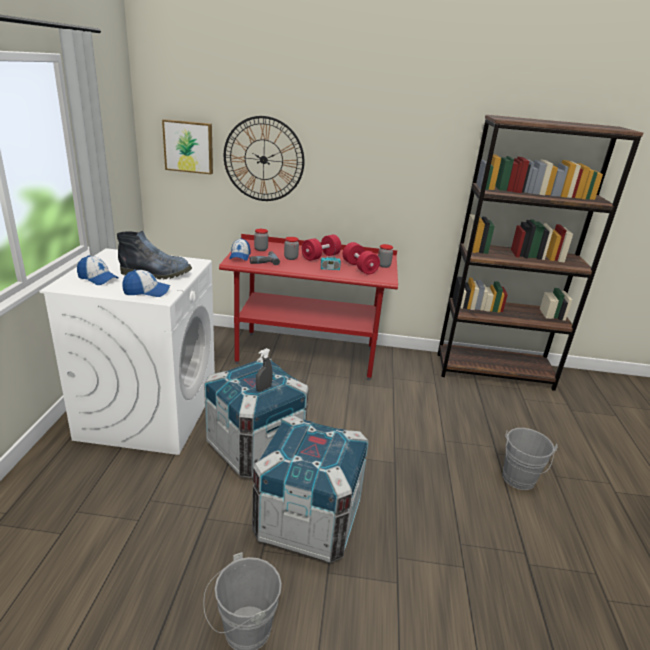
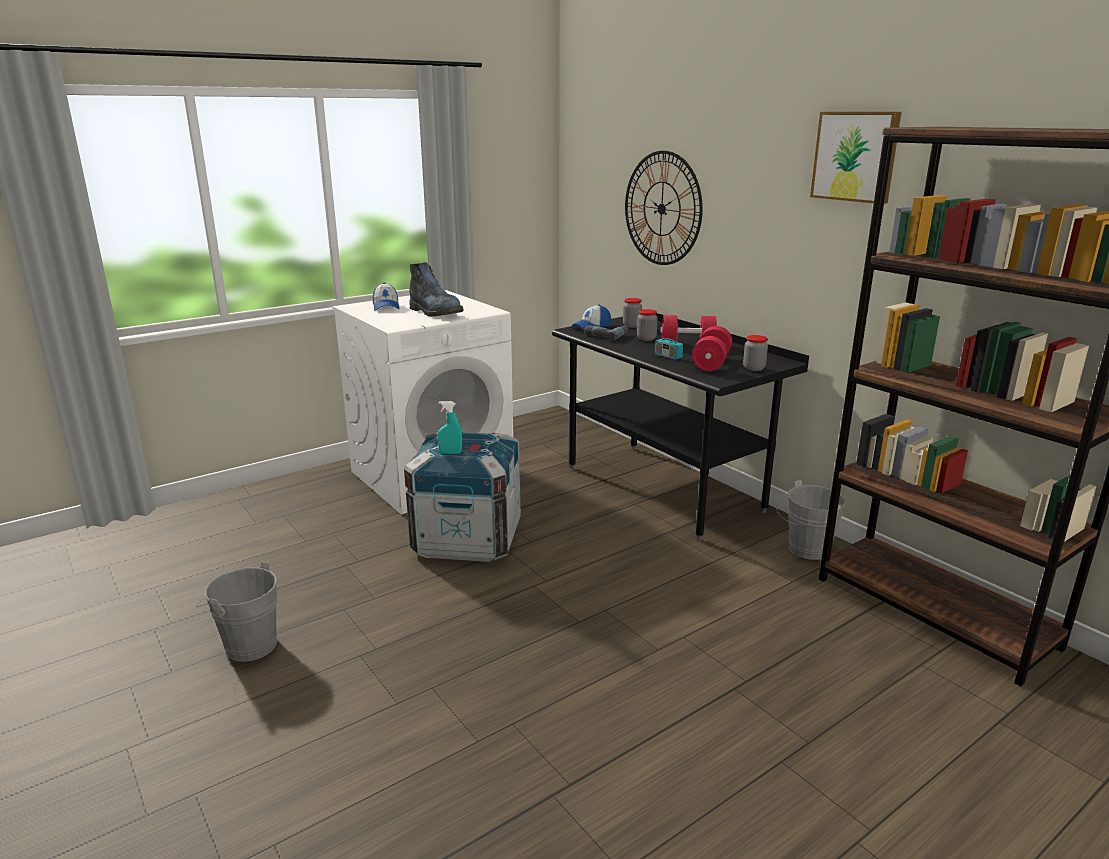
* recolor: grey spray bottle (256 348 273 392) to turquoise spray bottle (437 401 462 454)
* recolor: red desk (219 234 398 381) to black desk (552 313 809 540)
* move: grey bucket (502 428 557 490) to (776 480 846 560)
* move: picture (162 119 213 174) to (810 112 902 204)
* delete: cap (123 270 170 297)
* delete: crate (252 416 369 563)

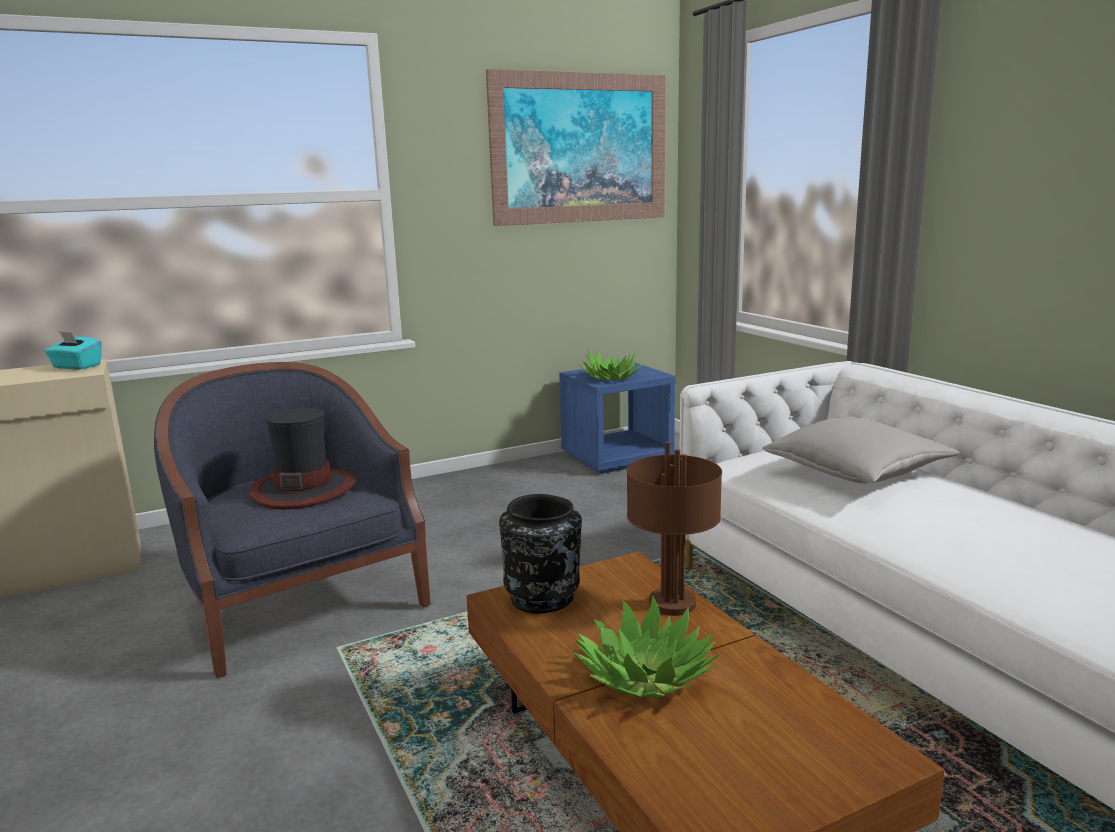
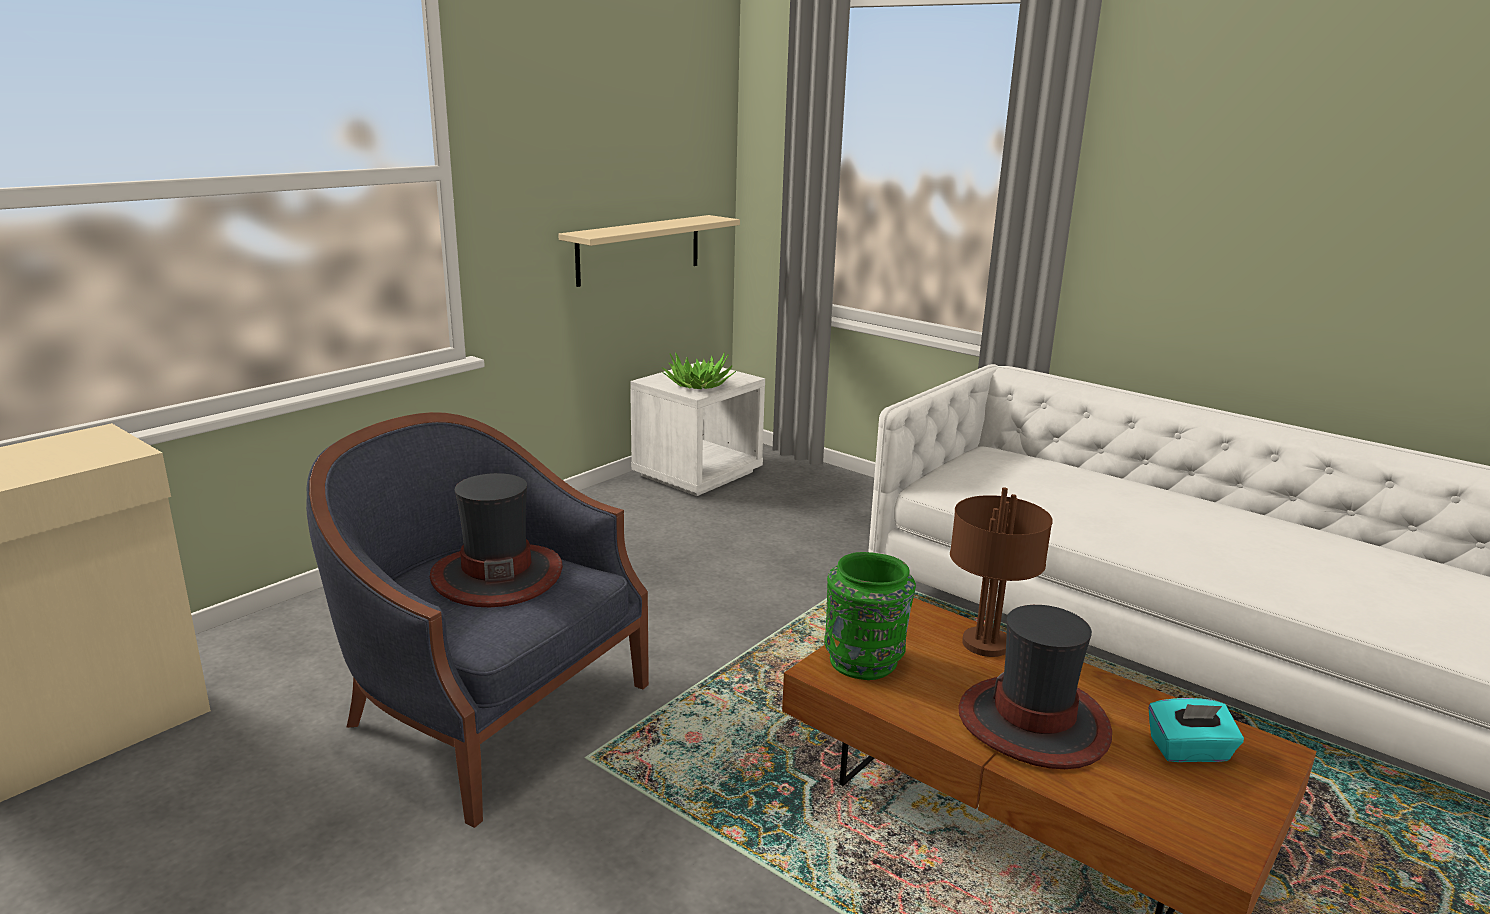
* insert: beige shelf (558 215 740 287)
* recolor: blue nightstand (559 363 675 474) to white nightstand (630 362 765 496)
* recolor: black vase (499 494 582 614) to green vase (824 552 916 680)
* replace: potted plant (573 596 719 697) to hat (958 605 1112 769)
* move: turquoise tissue box (45 331 102 370) to (1149 698 1244 762)
* delete: picture (486 69 666 226)
* delete: grey pillow (762 416 960 483)

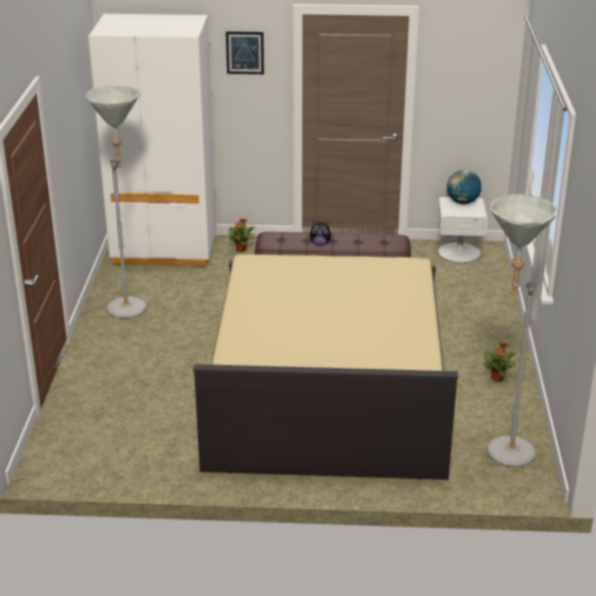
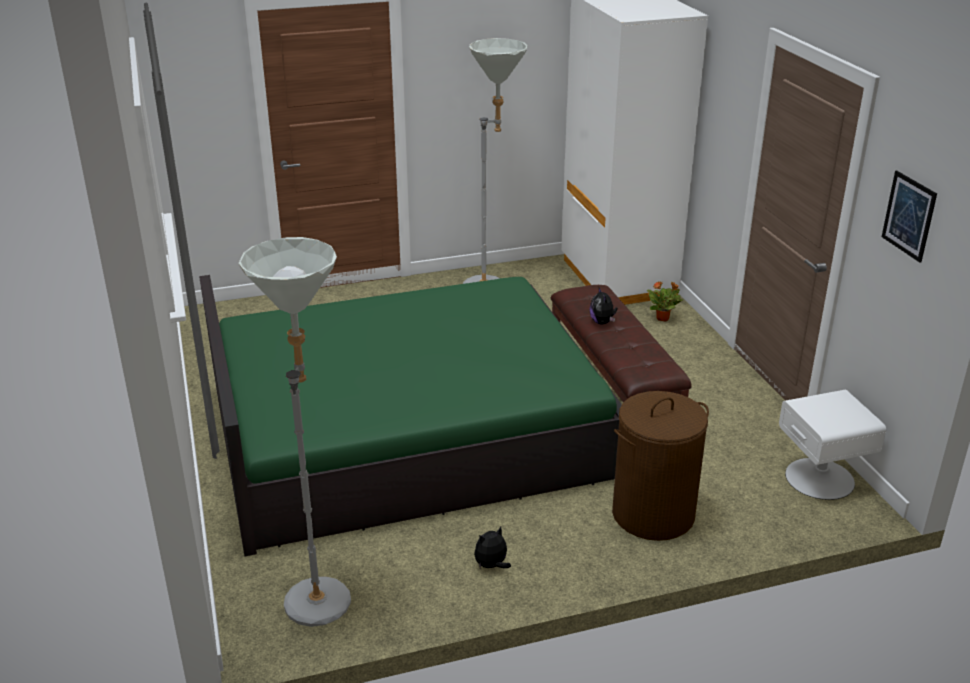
* recolor: beige bed (193 254 458 480) to green bed (199 275 622 556)
* replace: potted plant (484 343 517 382) to plush toy (474 527 511 568)
* insert: brown laundry basket (612 391 709 541)
* move: picture (226 31 264 74) to (882 171 937 263)
* delete: globe (447 170 481 204)

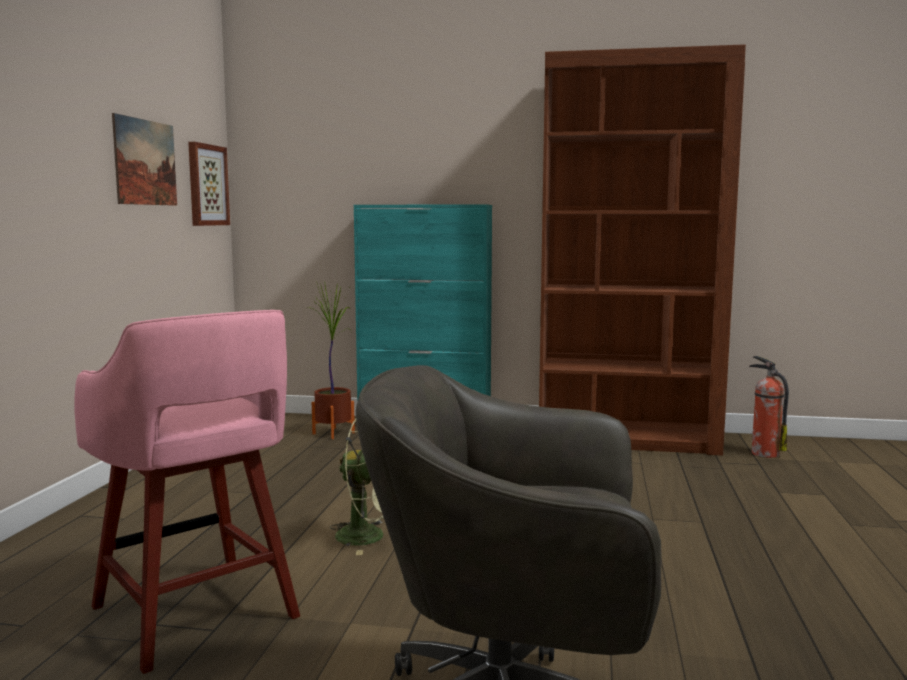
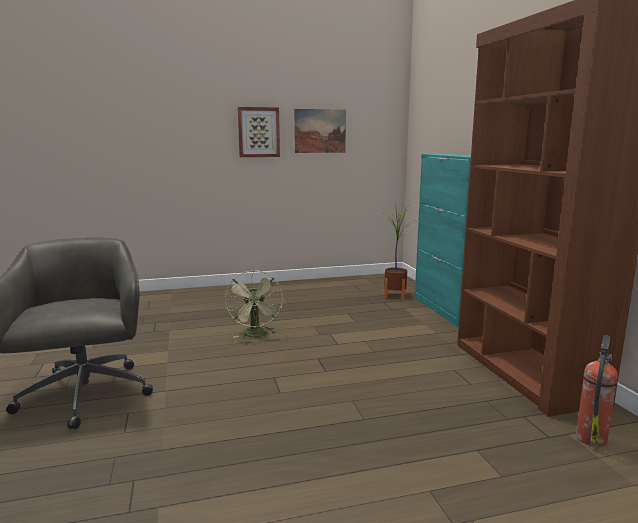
* move: picture (188 142 230 226) to (238 107 280 157)
* delete: pink stool (74 310 300 674)

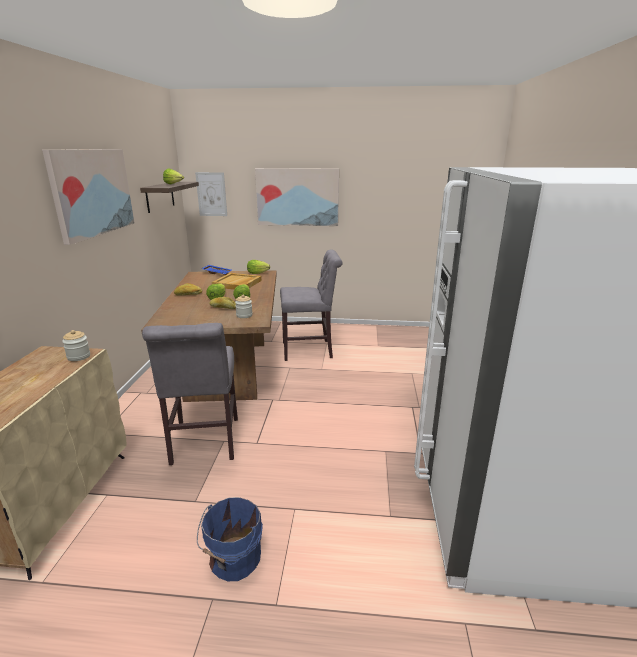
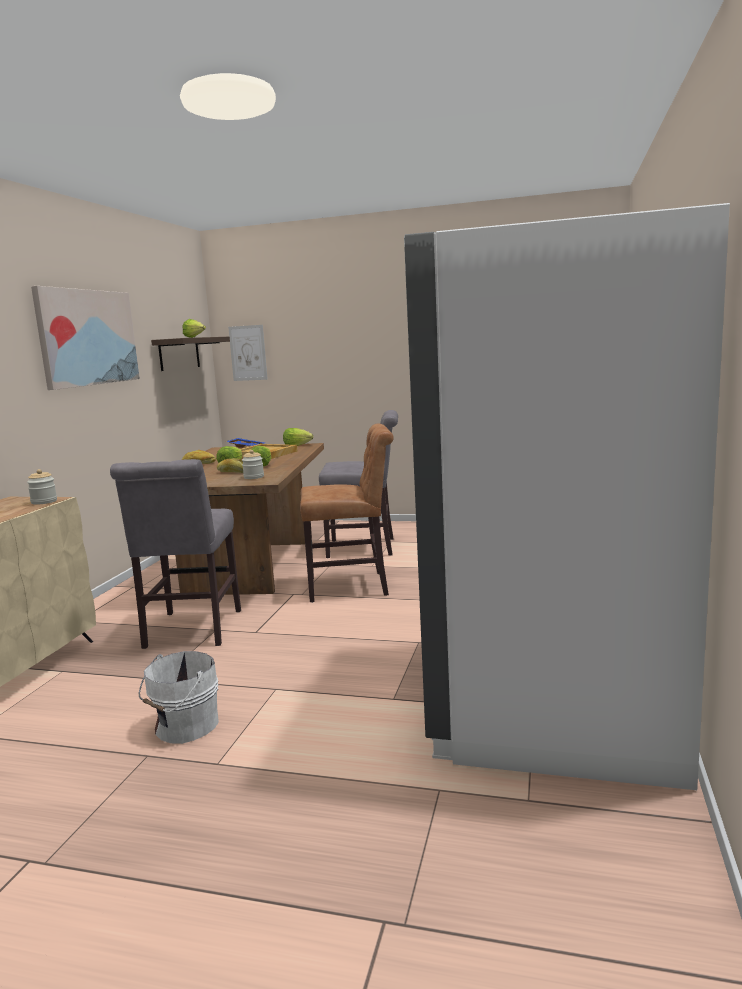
* recolor: blue bucket (197 497 263 581) to white bucket (139 651 219 744)
* insert: brown chair (300 423 394 603)
* delete: picture (255 168 339 226)

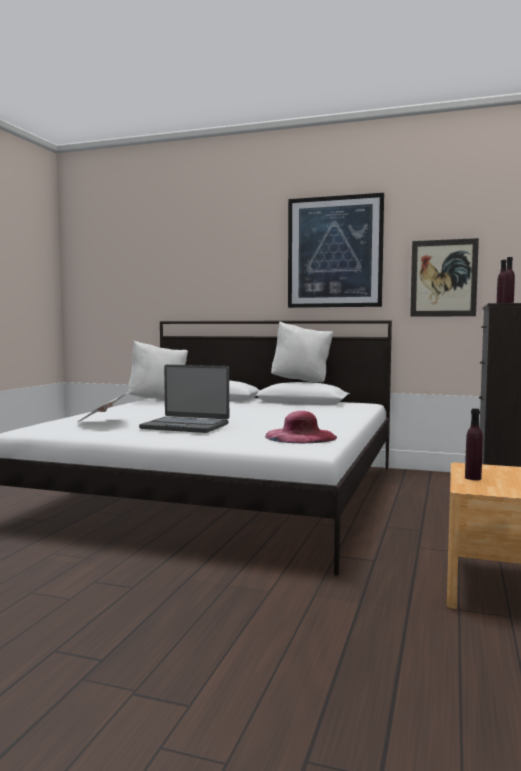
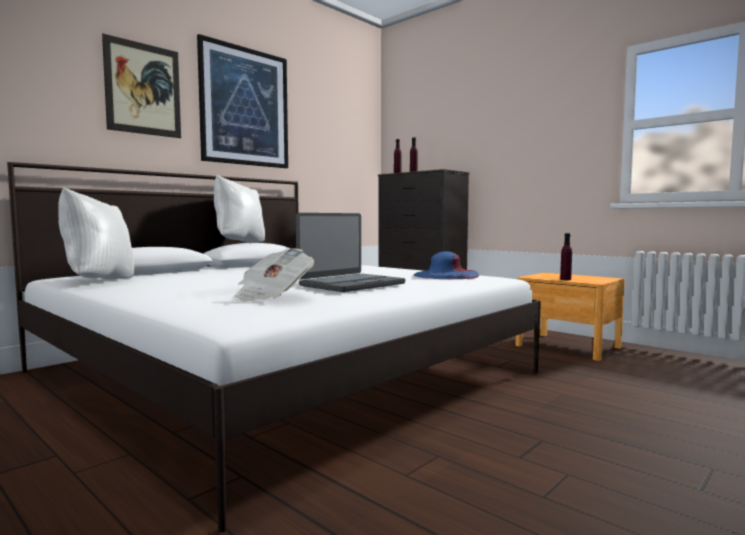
* move: picture (410 238 479 317) to (102 33 181 138)
* recolor: pink hat (265 411 337 443) to blue hat (414 251 479 279)

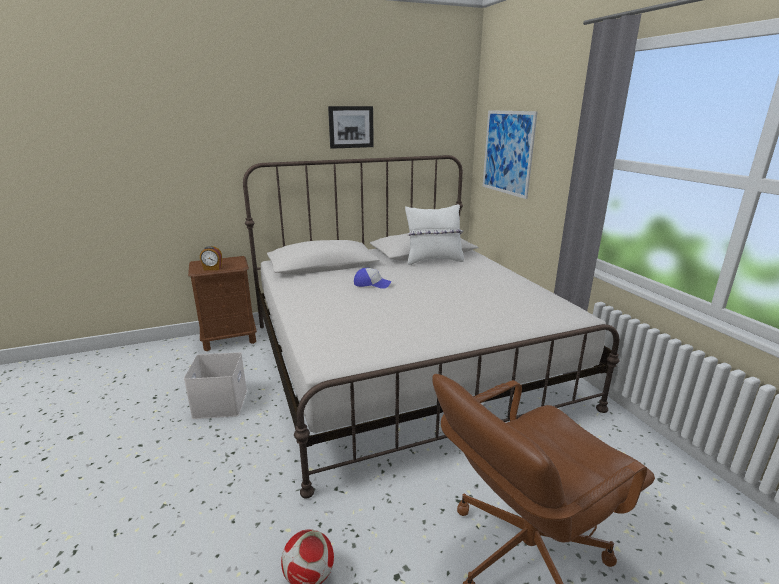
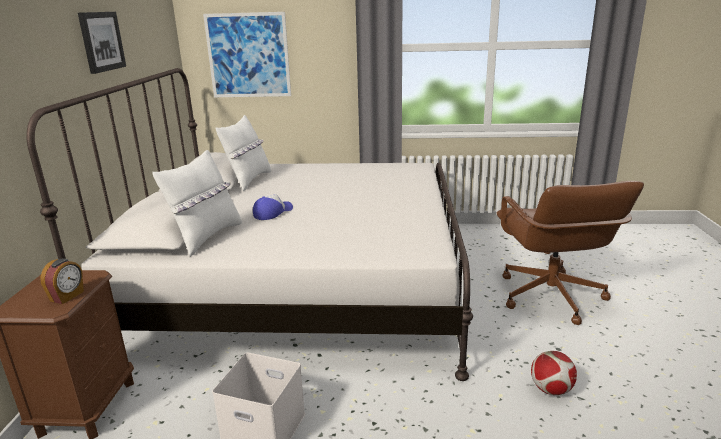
* insert: white pillow (152 150 242 257)

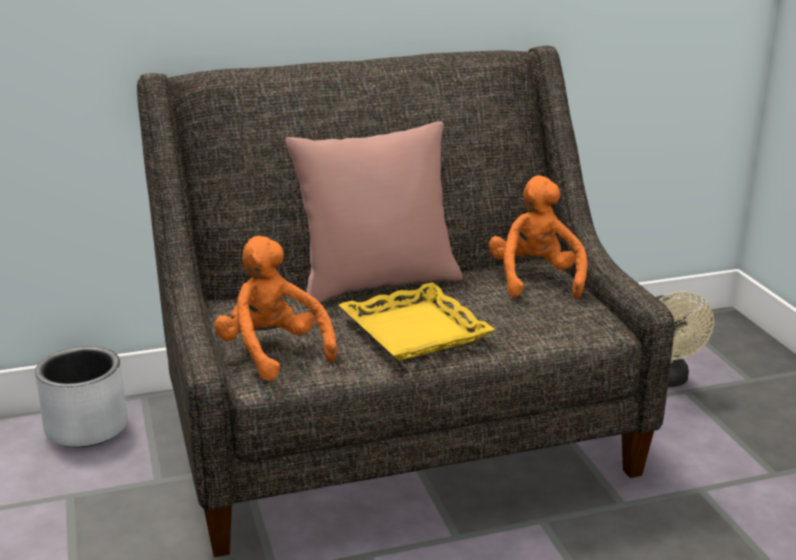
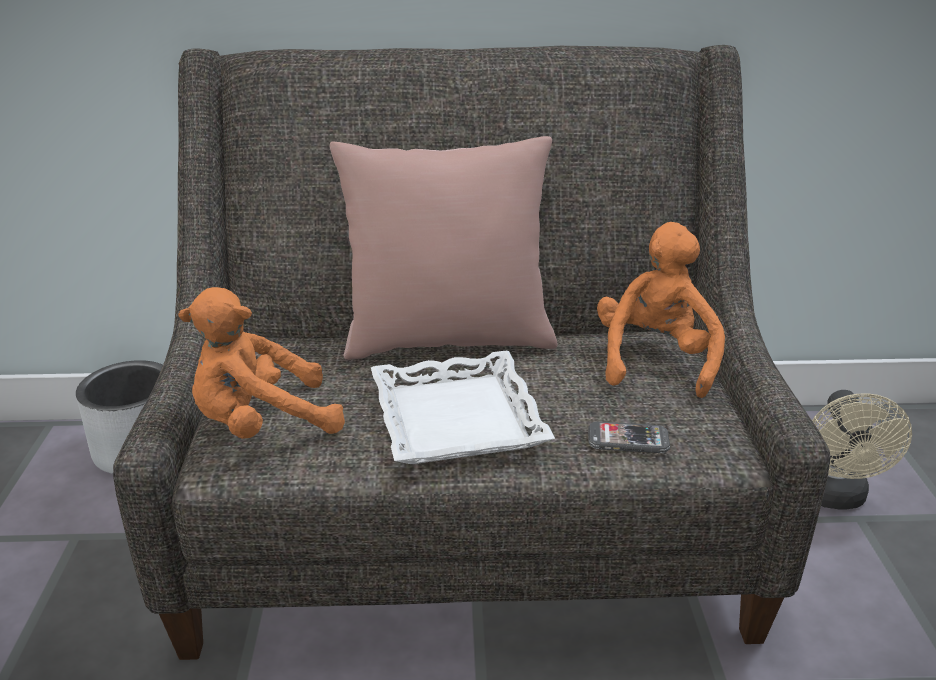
* rotate: orange plush toy (214 236 337 381) = (178 287 345 439) 90 degrees counterclockwise
* recolor: yellow tray (338 282 495 361) to white tray (371 351 555 464)
* insert: phone (588 421 670 453)

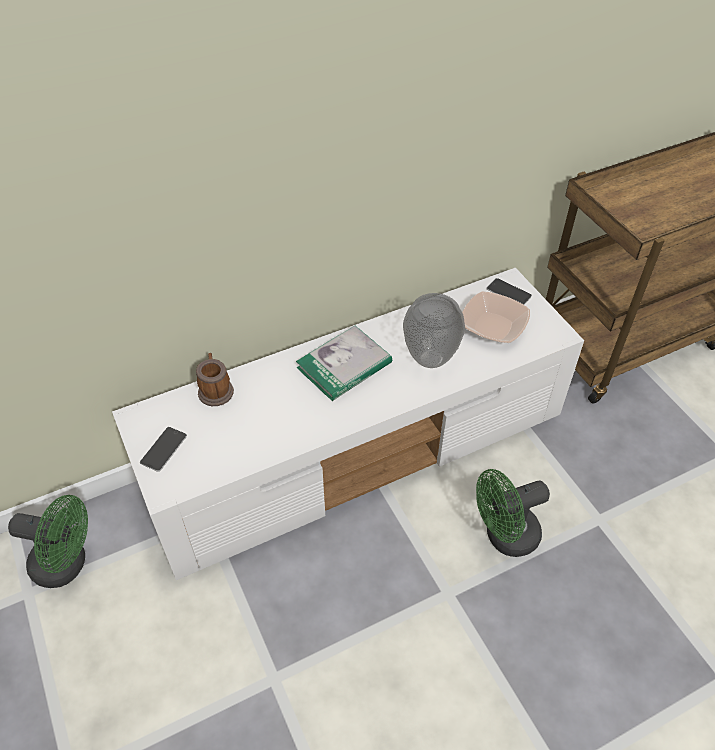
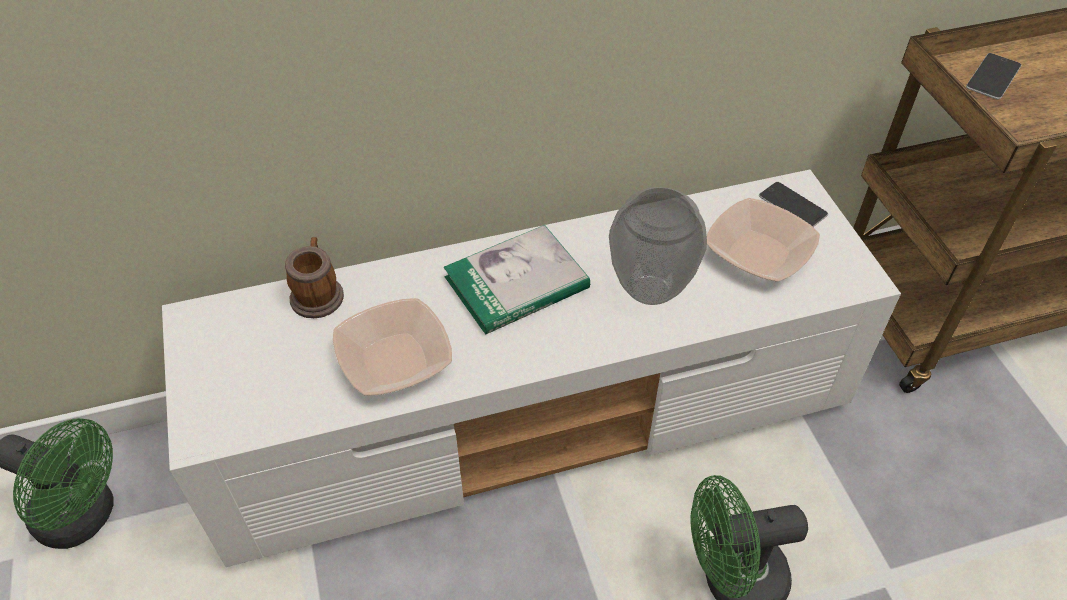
* insert: bowl (332 298 452 396)
* move: phone (140 427 187 472) to (966 53 1021 100)

